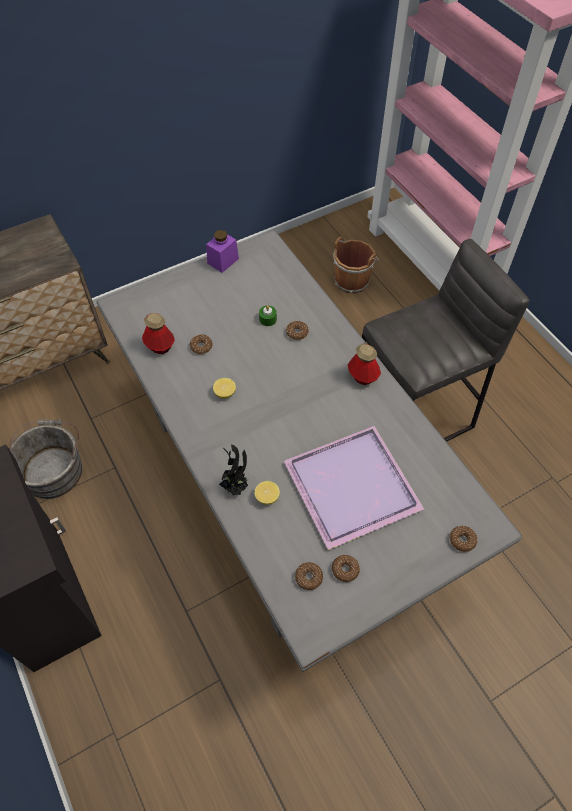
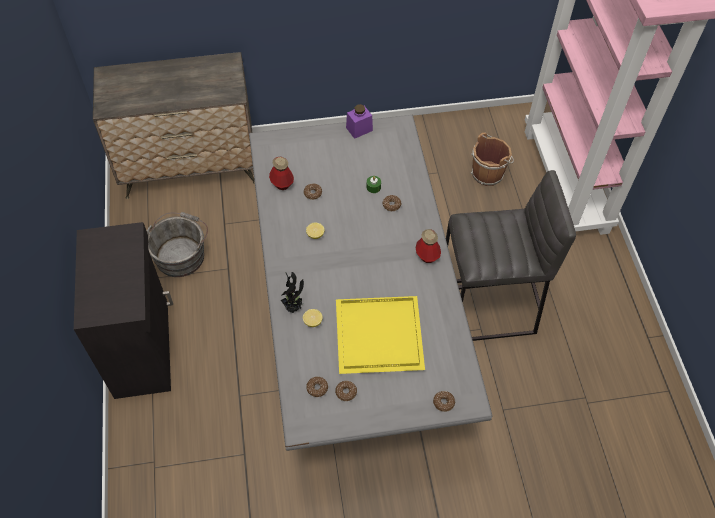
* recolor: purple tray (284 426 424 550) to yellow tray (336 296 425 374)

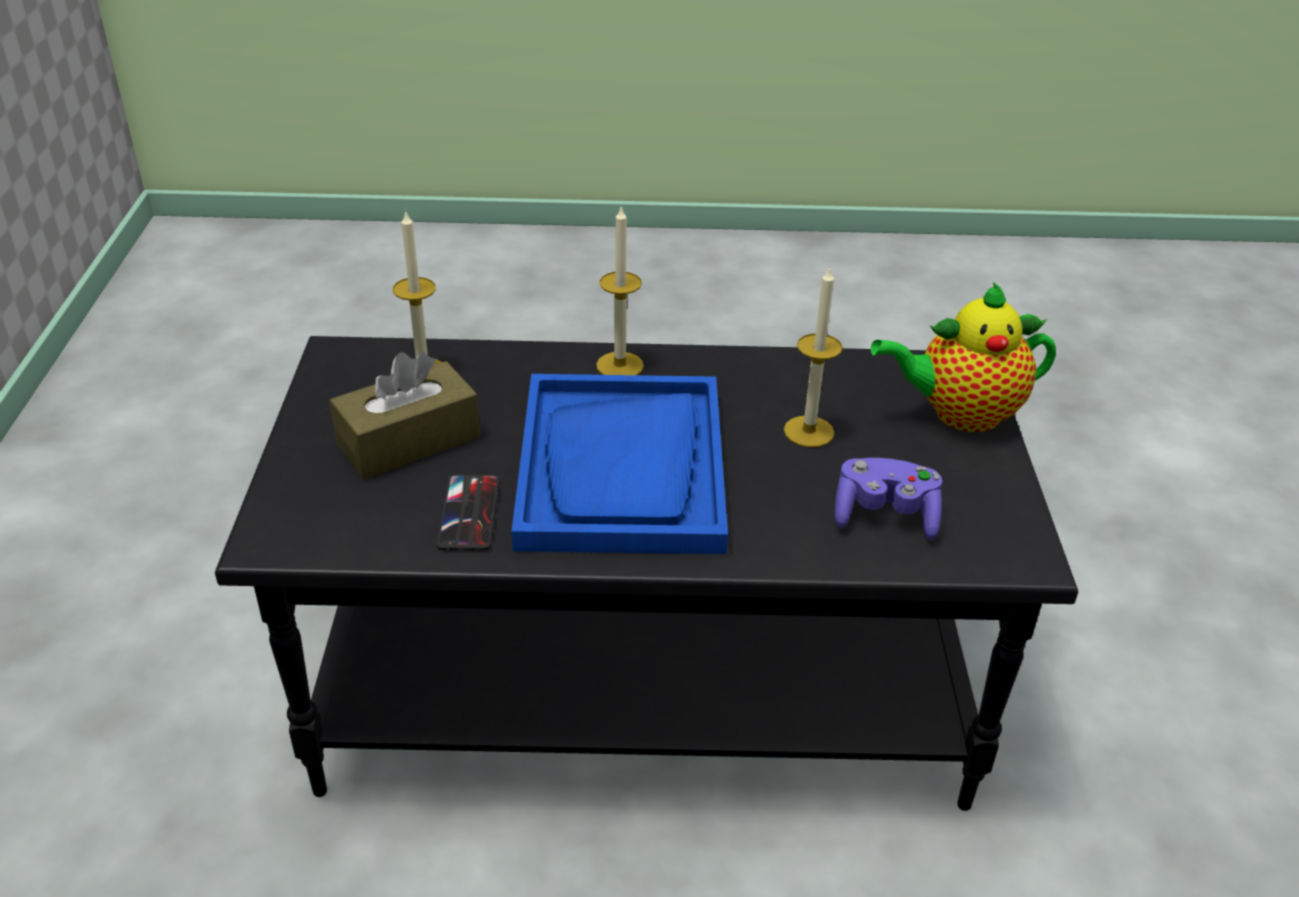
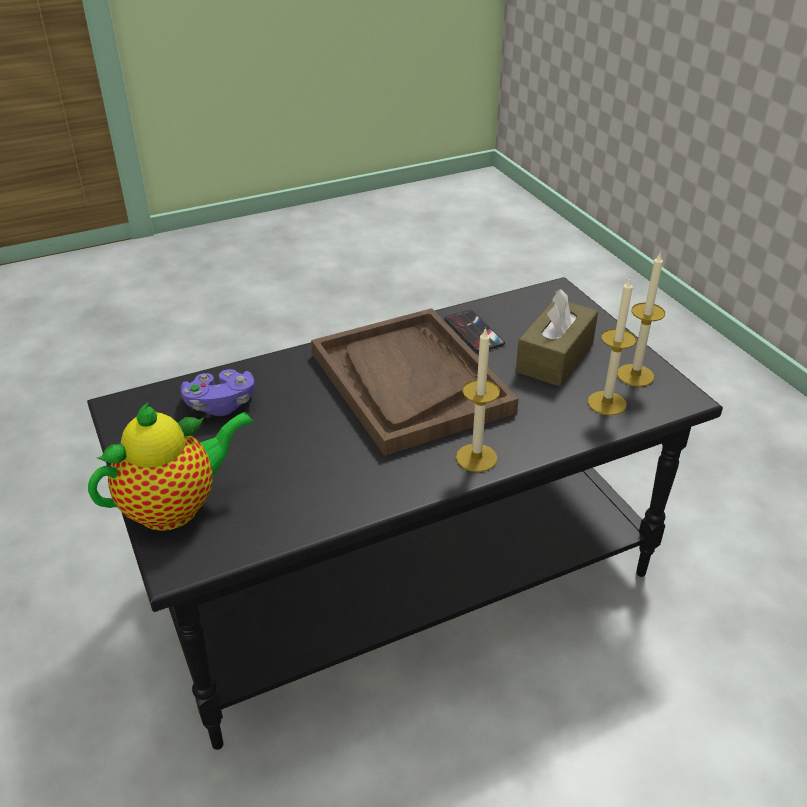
* recolor: blue tray (512 374 728 554) to brown tray (311 308 519 456)
* move: candle (784 267 843 447) to (617 251 665 387)

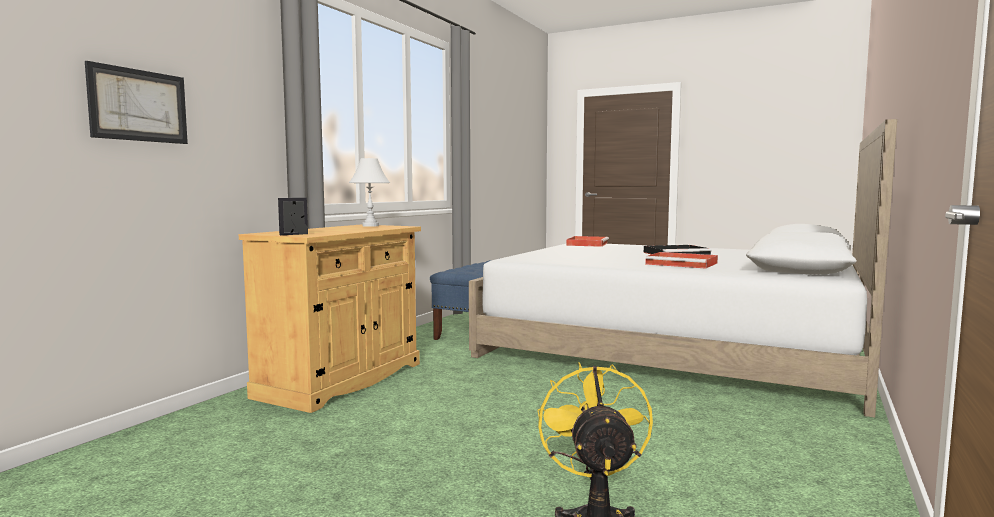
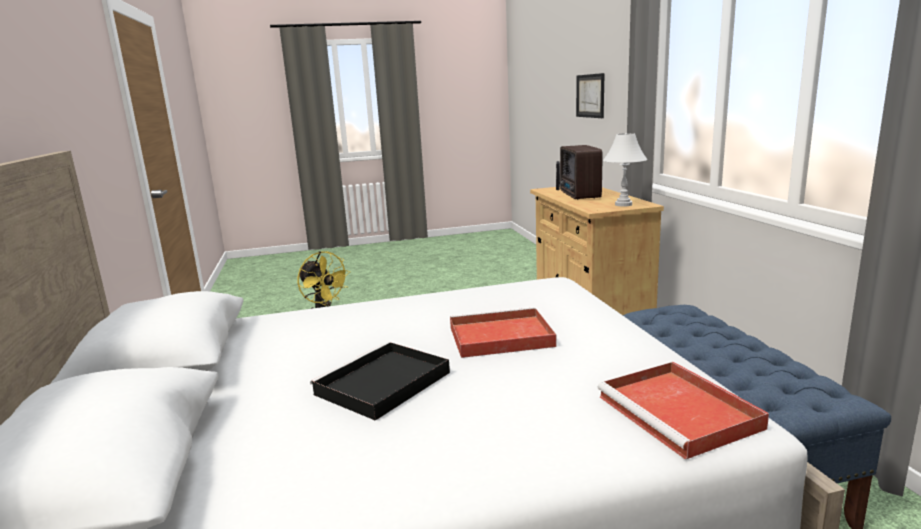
* move: red tray (645 252 718 268) to (450 307 556 358)
* insert: radio (560 145 603 200)

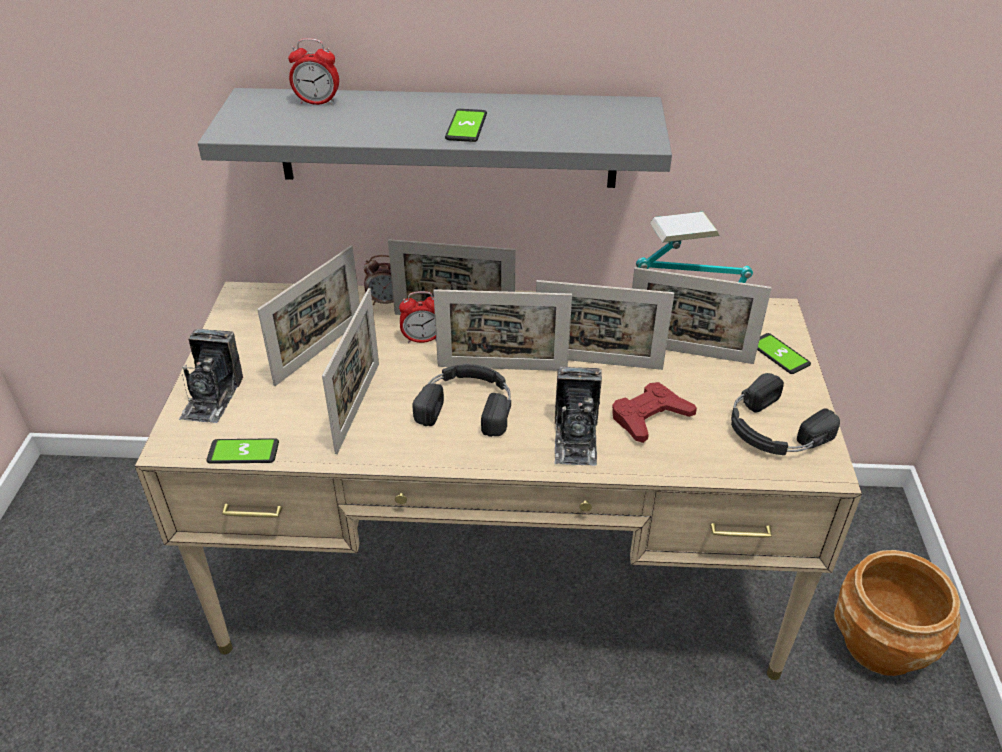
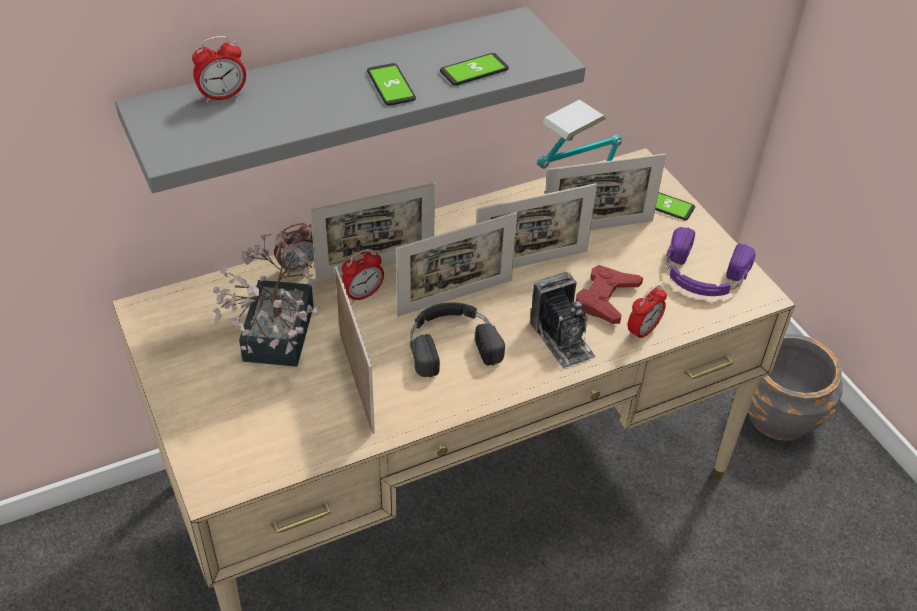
* replace: picture frame (257 246 360 386) to potted plant (213 231 320 367)
* move: phone (206 438 279 464) to (440 53 509 86)
* insert: alarm clock (627 284 667 342)
* recolor: black headphones (731 373 840 455) to purple headphones (666 227 756 296)
* recolor: brown planter (834 550 961 676) to grey planter (748 334 843 441)
* delete: photo camera (179 329 243 423)

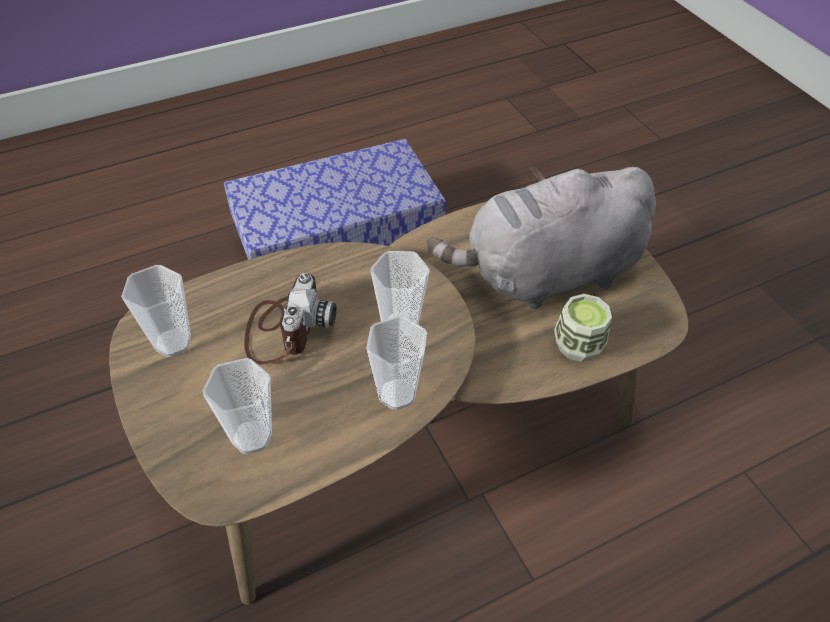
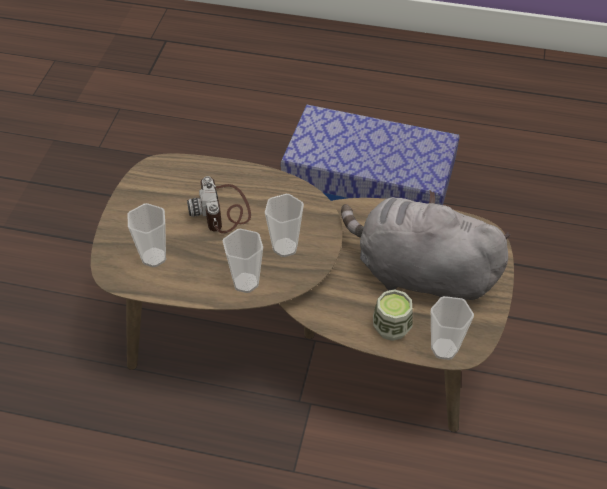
* rotate: photo camera (244 273 337 365) = (187 176 251 234) 120 degrees clockwise
* move: cup (121 265 191 357) to (431 296 474 360)

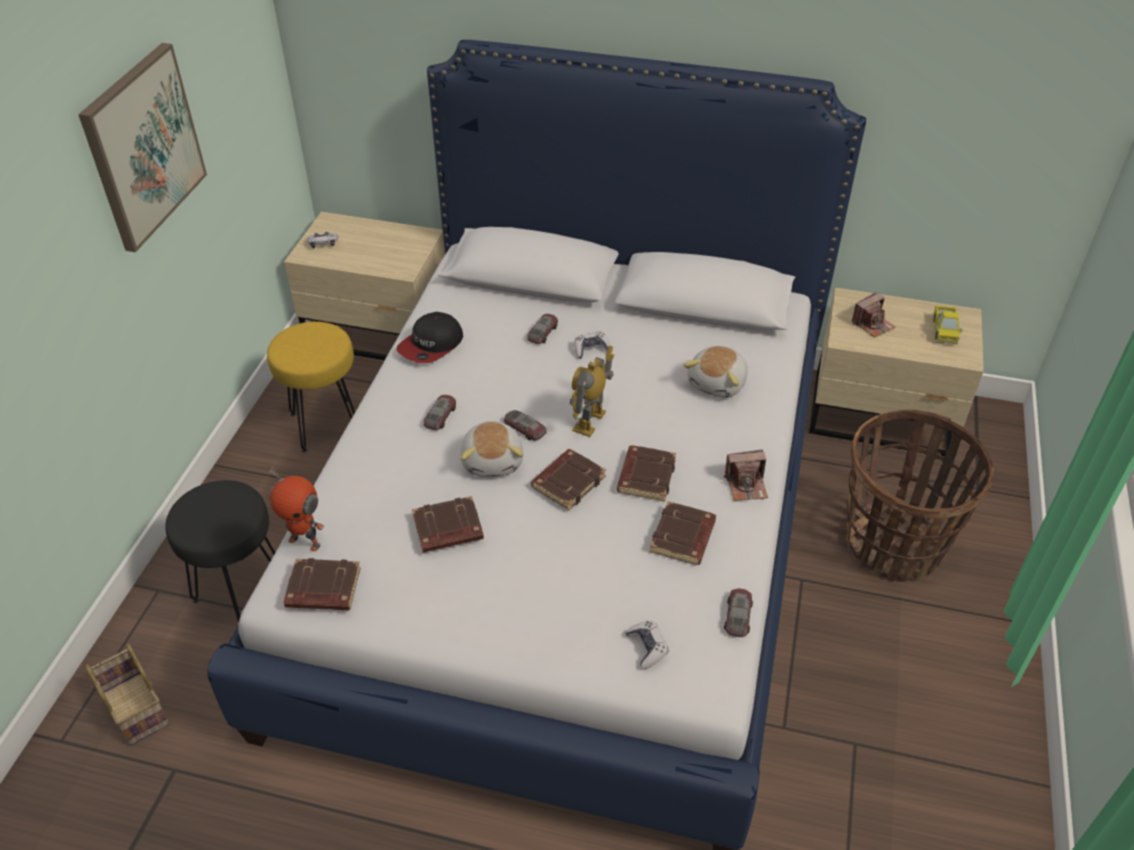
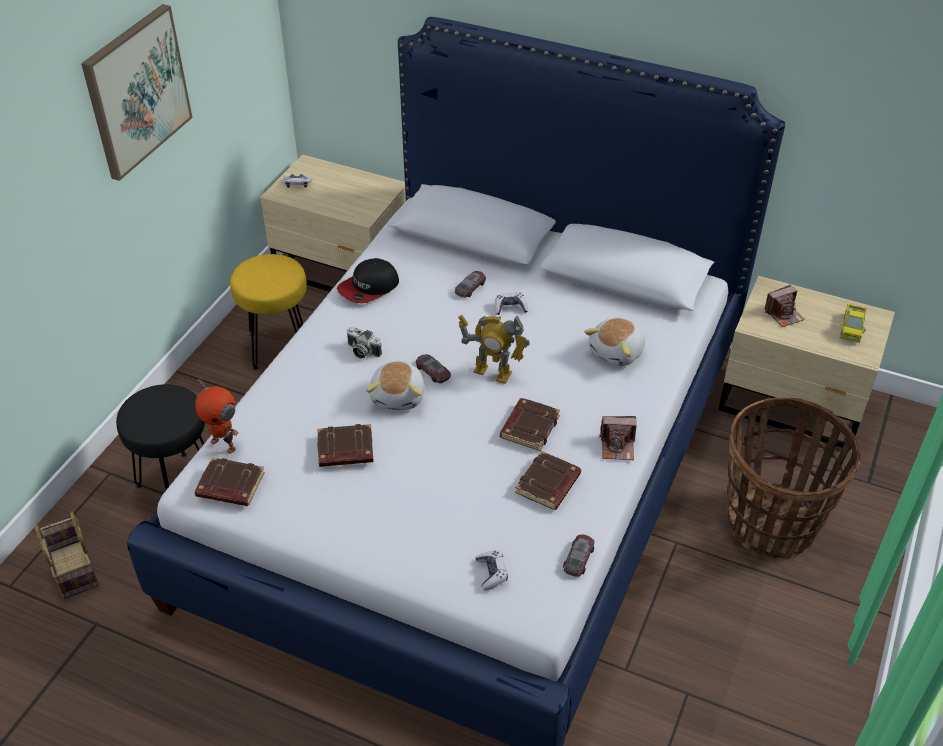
* replace: toy car (424 395 456 430) to photo camera (347 327 382 358)
* rotate: toy robot (570 346 614 437) = (458 315 530 384) 105 degrees counterclockwise
* delete: brown book (531 449 606 511)

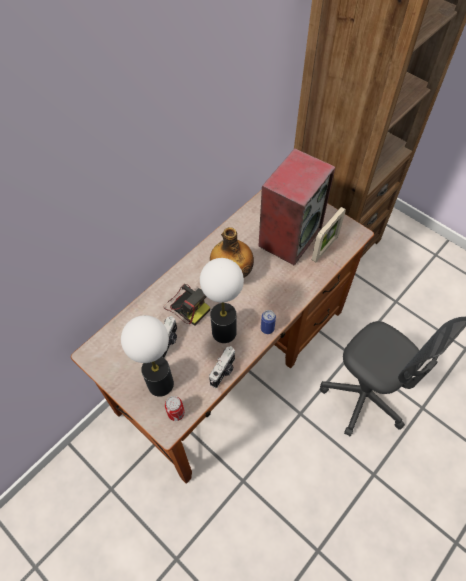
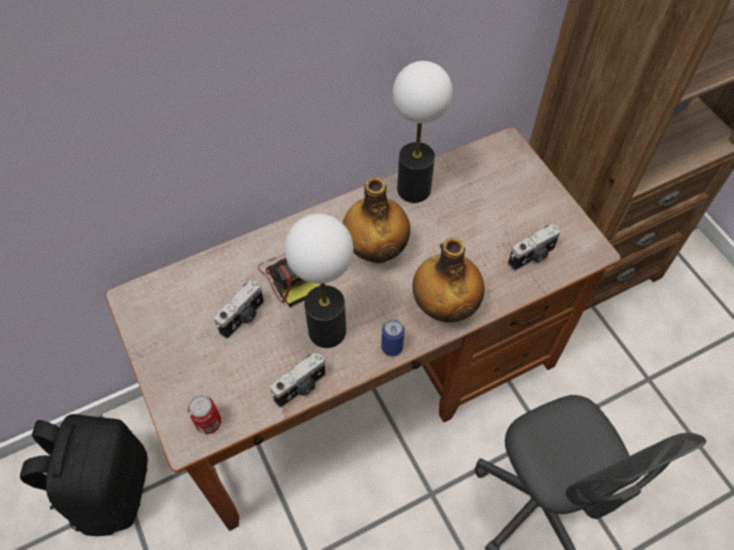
* insert: black backpack (20 414 148 536)
* move: table lamp (121 315 174 397) to (393 61 453 203)
* insert: bottle (412 238 484 323)
* replace: picture frame (312 207 346 262) to photo camera (508 224 560 271)
* delete: speaker (258 148 335 266)

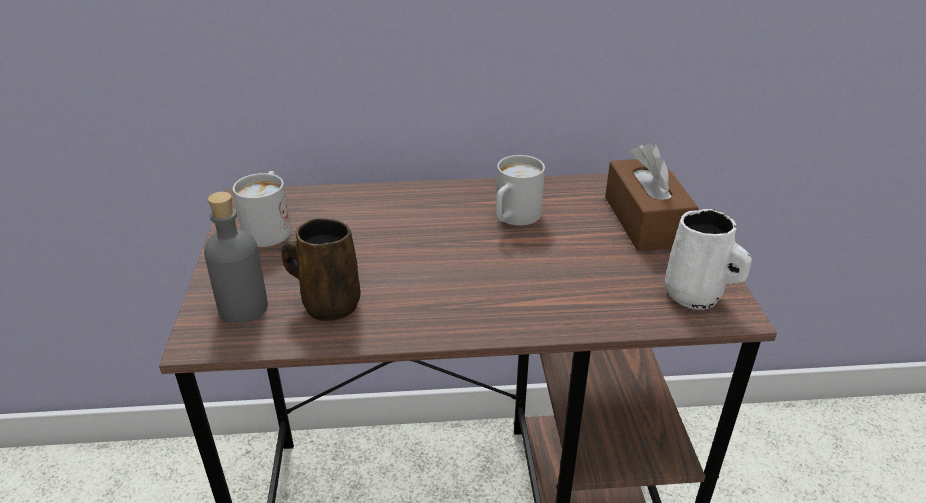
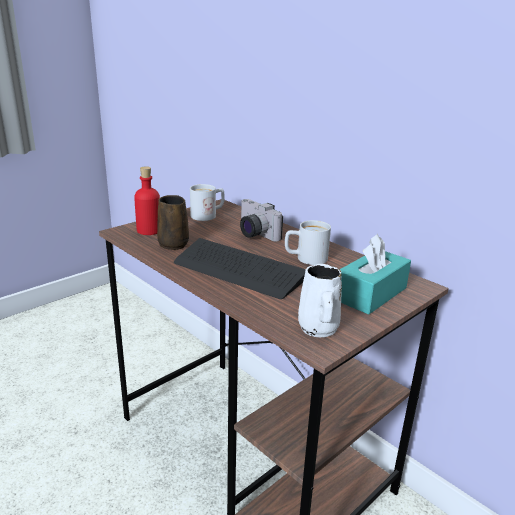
* recolor: grey bottle (204 192 268 323) to red bottle (134 166 160 235)
* insert: keyboard (174 238 306 299)
* insert: photo camera (240 199 283 241)
* recolor: brown tissue box (605 143 699 251) to turquoise tissue box (340 234 411 315)

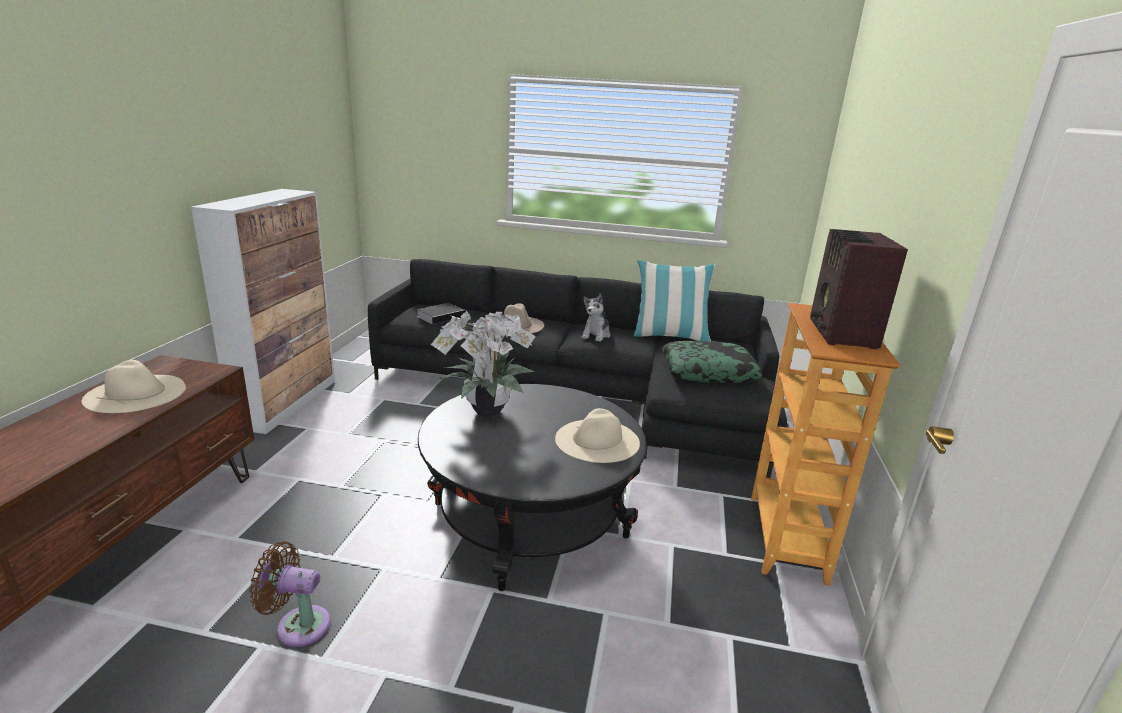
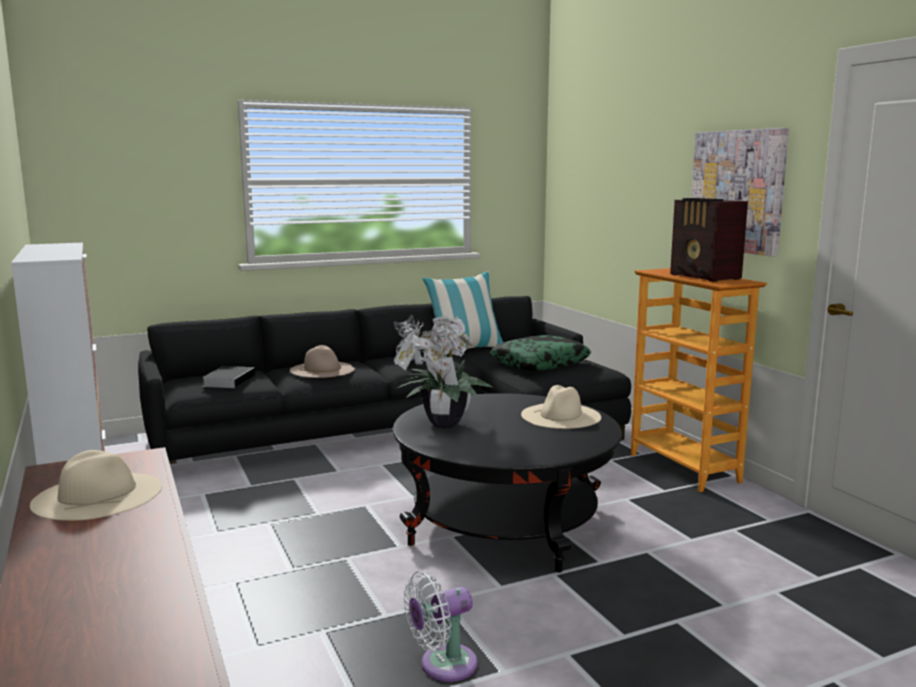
* recolor: brown fan (250 541 331 647) to white fan (403 571 478 682)
* insert: picture (691 128 789 257)

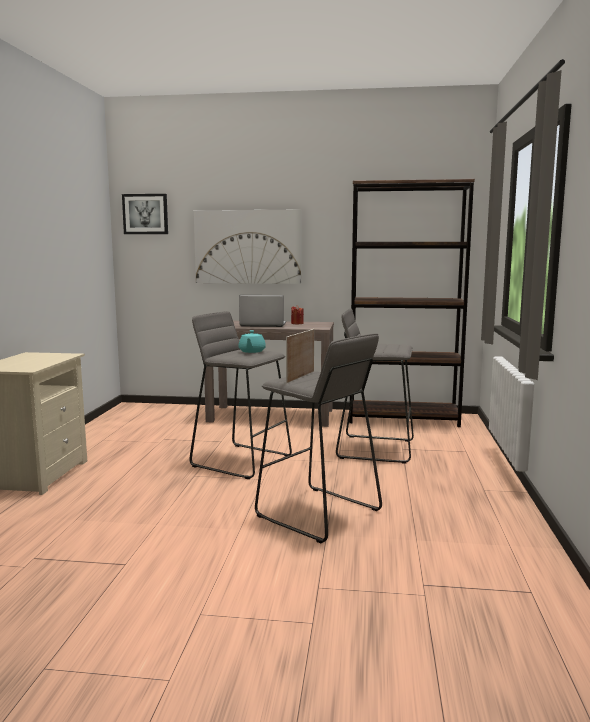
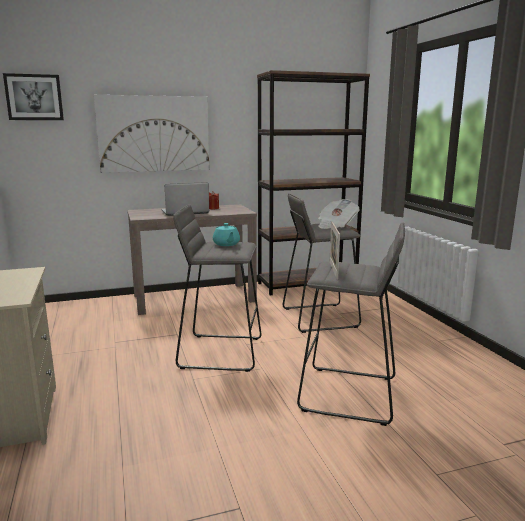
* insert: newspaper (318 199 360 229)

